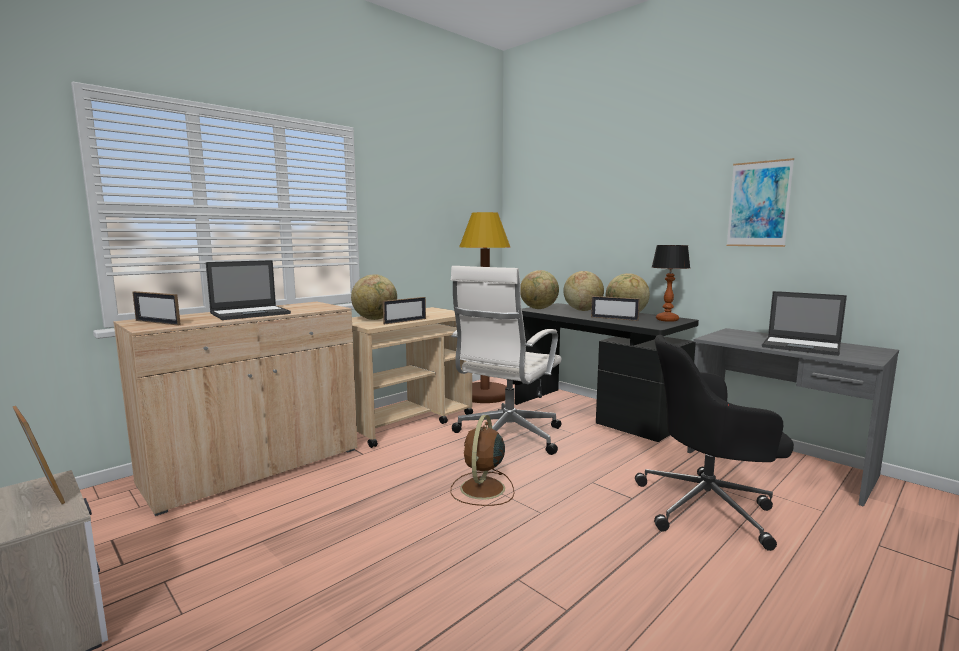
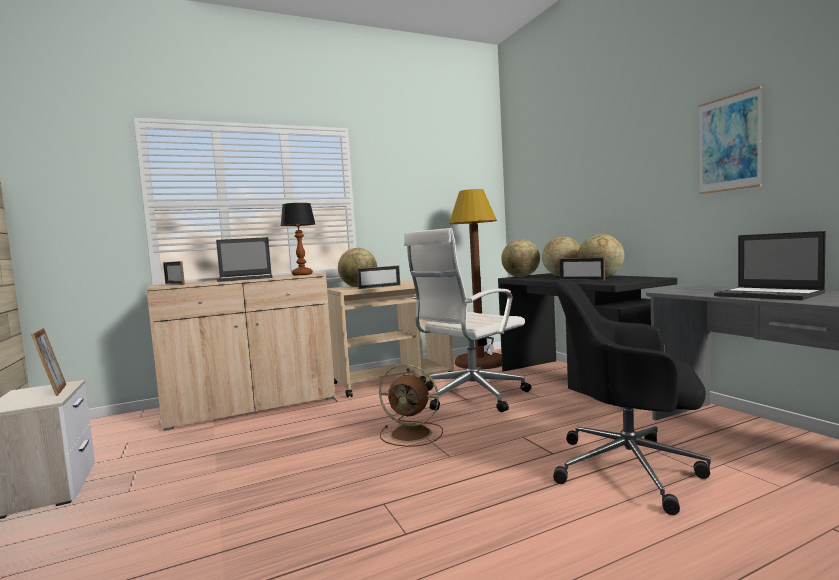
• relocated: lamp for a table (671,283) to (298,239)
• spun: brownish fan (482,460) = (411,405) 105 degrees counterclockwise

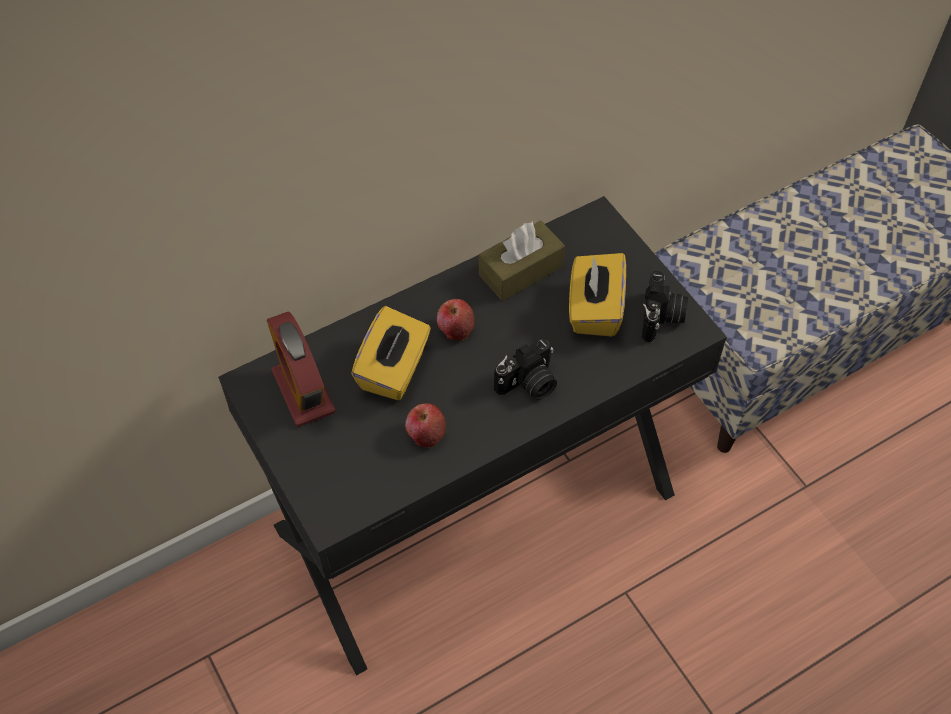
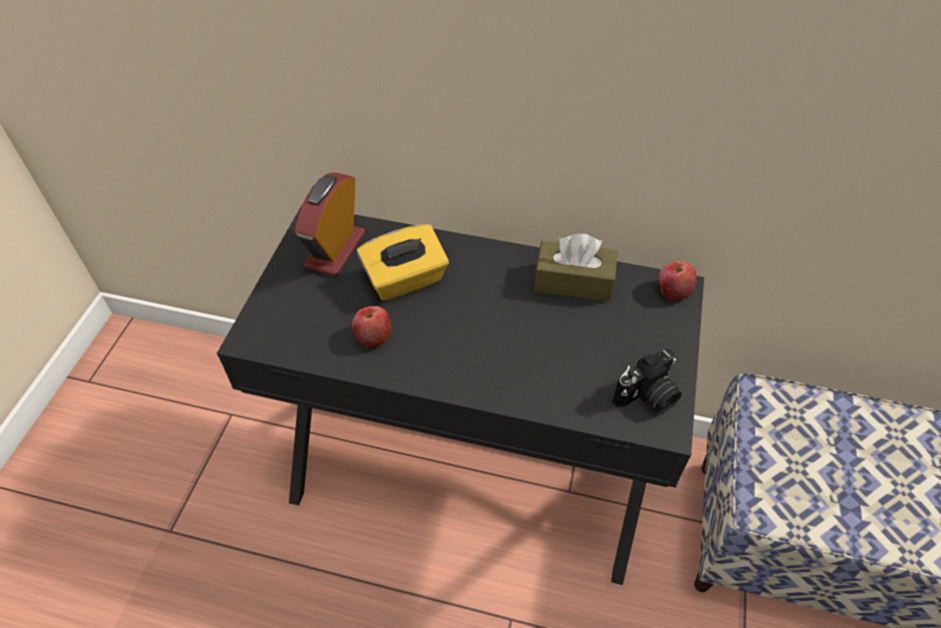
• relocated: whole apple (456,319) to (678,281)
• missing: photo camera (525,369)
• missing: yellowish tissue holder (597,295)

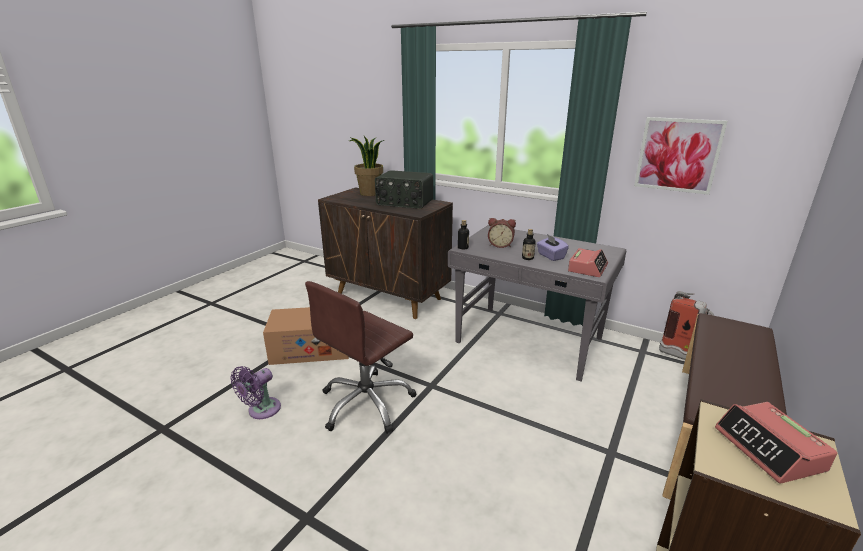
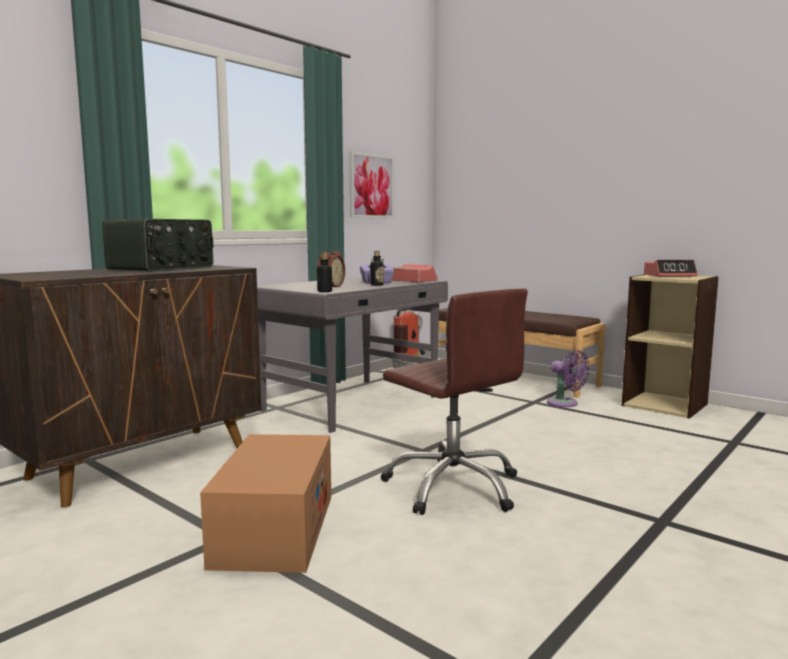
• relocated: purplish fan (256,392) to (568,378)
• missing: houseplant (367,166)

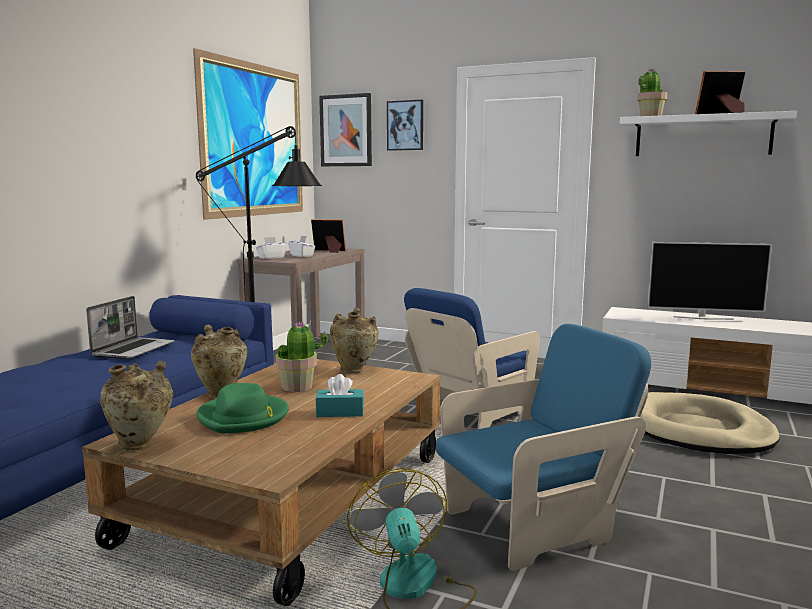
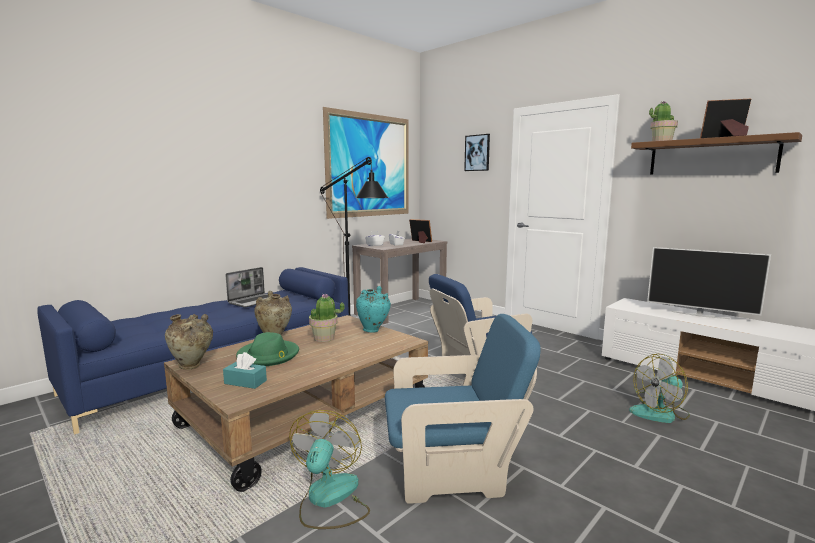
• relocated: turquoise-coloured tissue holder (339,395) to (245,370)
• colour: beige-coloured decorative vase (354,340) to turquoise-coloured decorative vase (373,309)
• exchanged: beige-coloured dog bed (710,423) to fan (659,388)
• colour: white shelf (708,133) to brownish shelf (716,153)
• missing: picture (345,129)

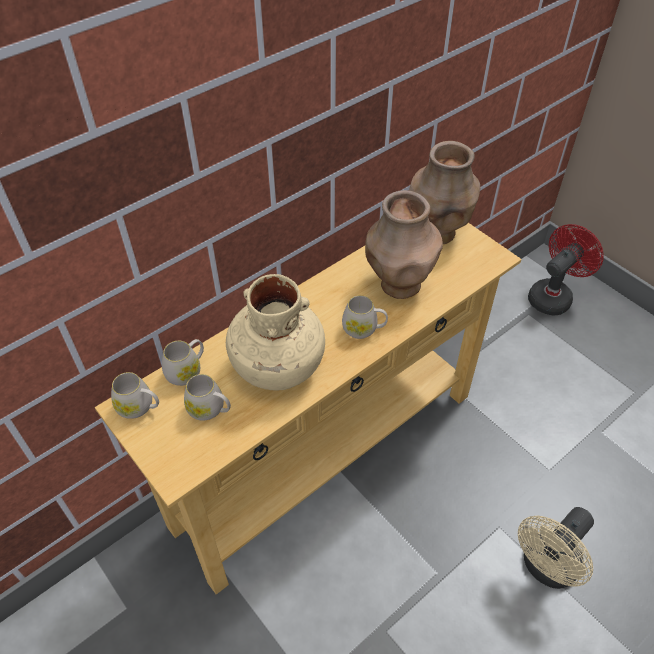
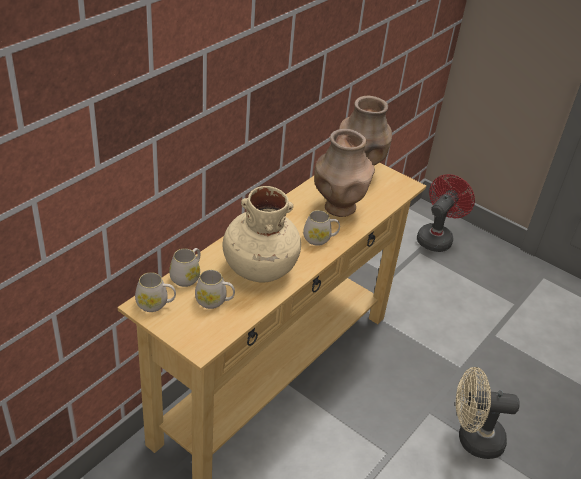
• spun: beige-coloured fan (556,548) = (488,413) 60 degrees clockwise

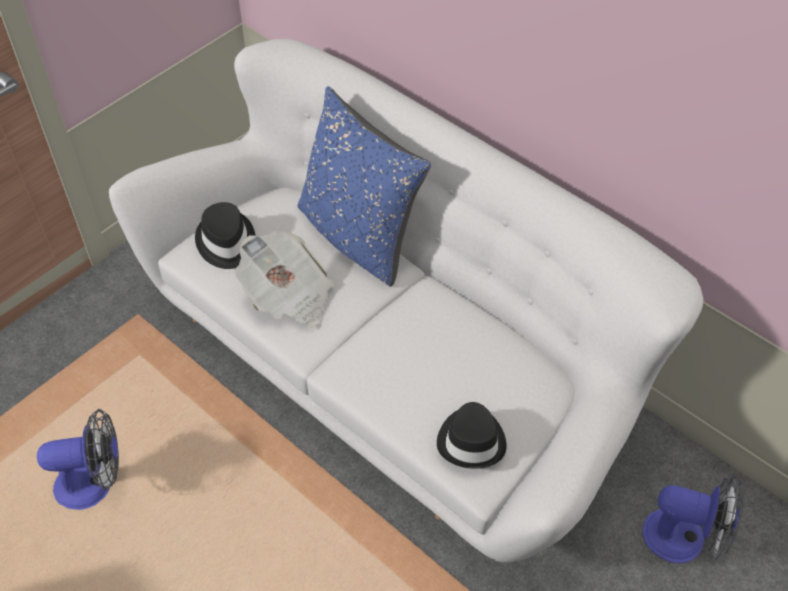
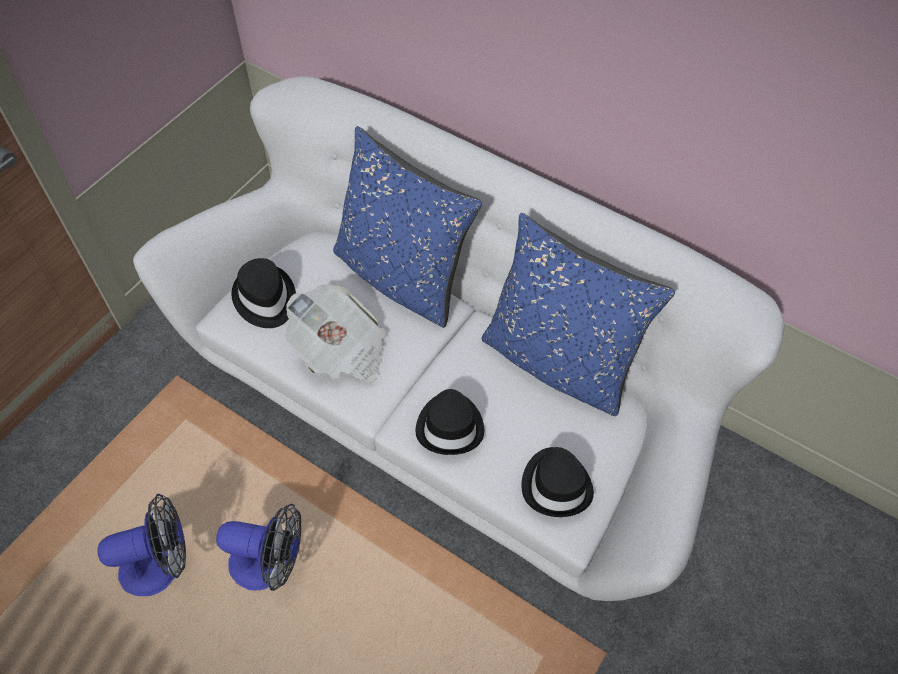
• relocated: fan (693,519) to (258,547)
• appeared: blackish wearable hat (450,422)
• appeared: bluish cushion (578,314)

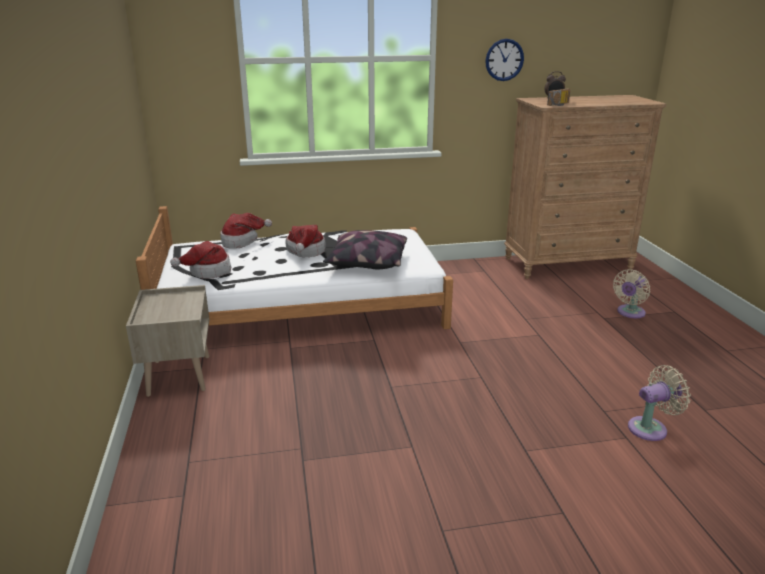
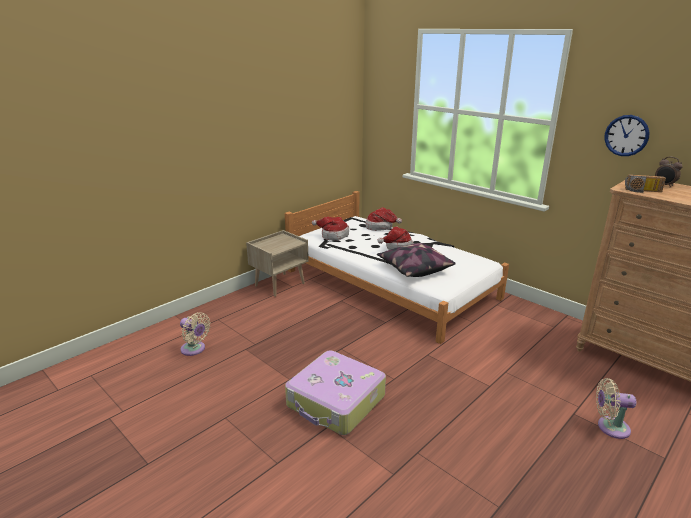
• relocated: beige-coloured fan (659,403) to (195,334)
• appeared: suitcase (335,393)

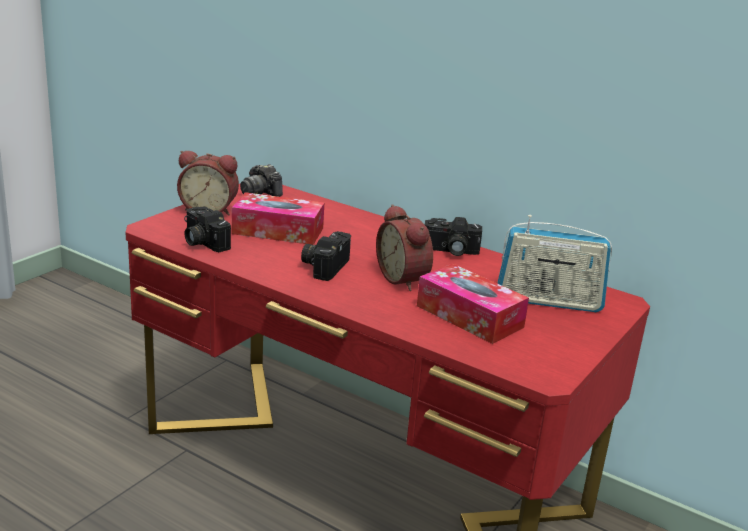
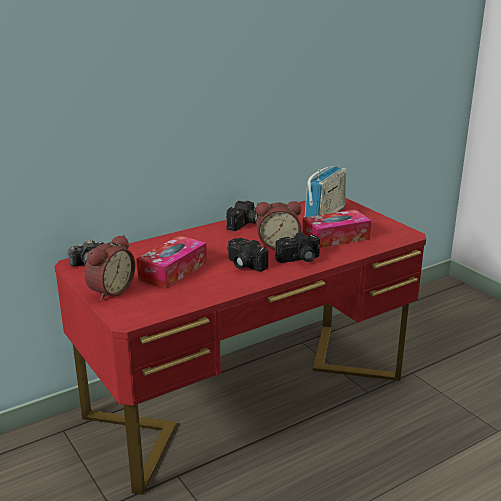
• relocated: photo camera (207,229) to (297,247)

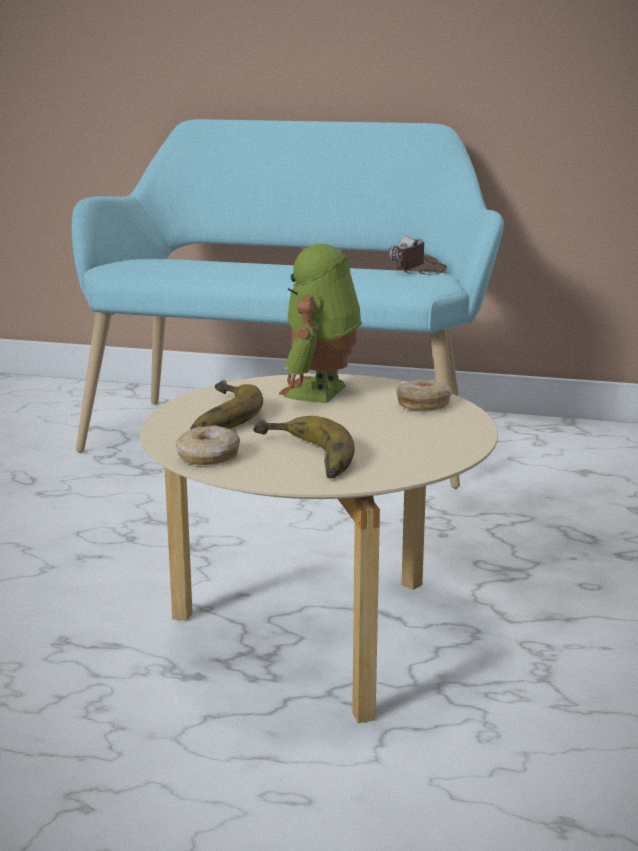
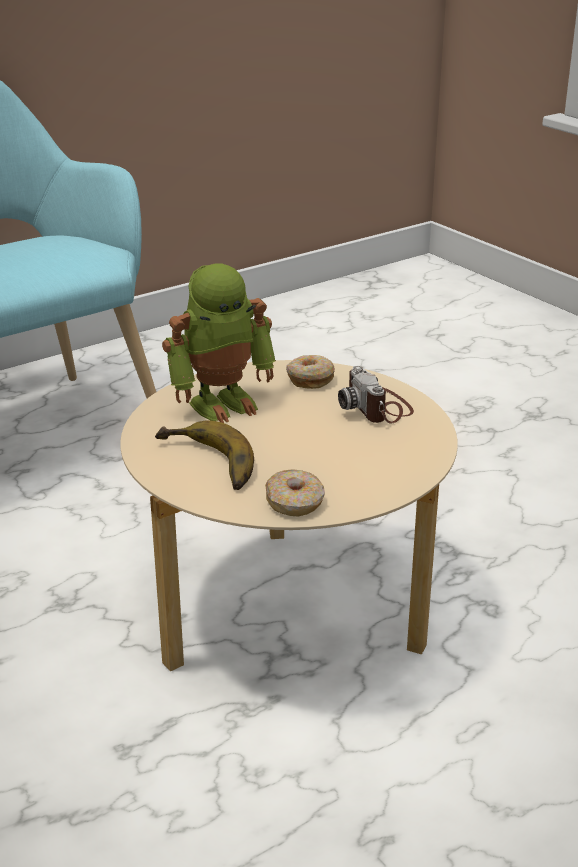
• spun: robot figure (320,323) = (219,343) 90 degrees counterclockwise
• relocated: photo camera (417,255) to (376,395)
• missing: banana (304,447)

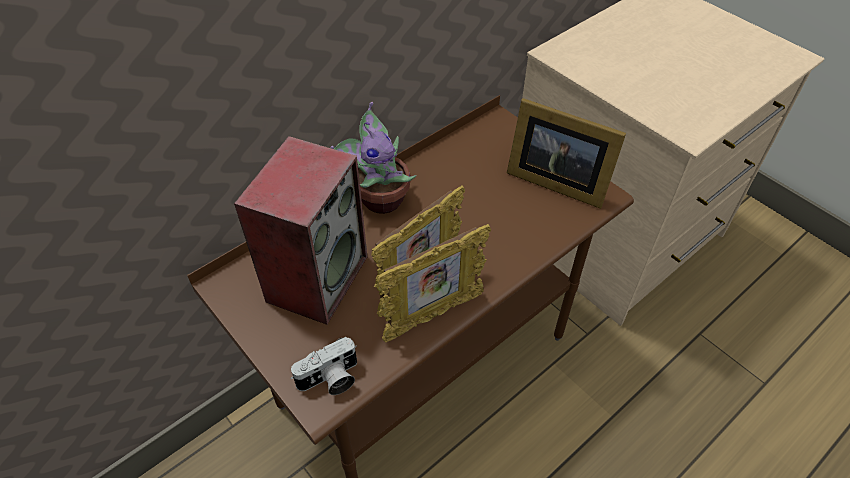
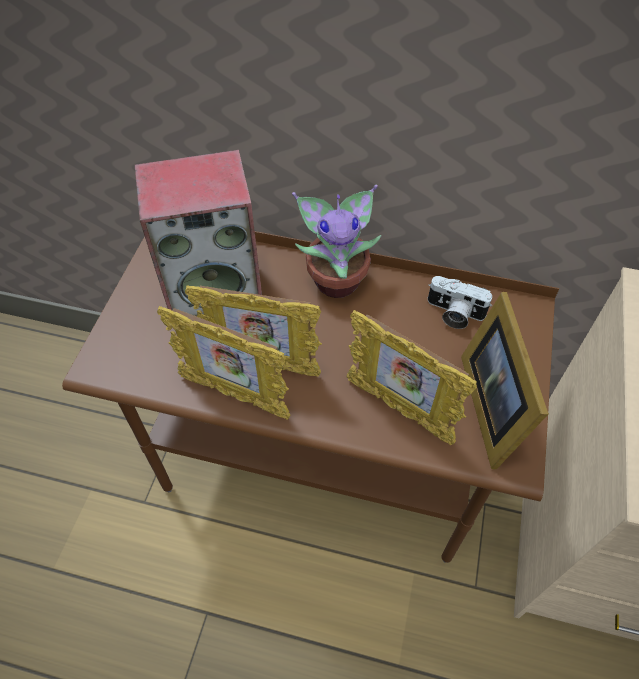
• appeared: photo frame (411,377)
• relocated: photo camera (324,366) to (459,302)

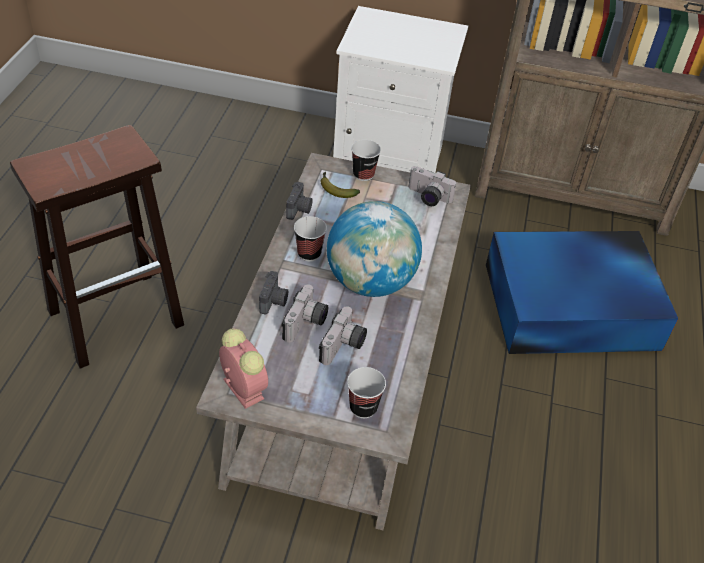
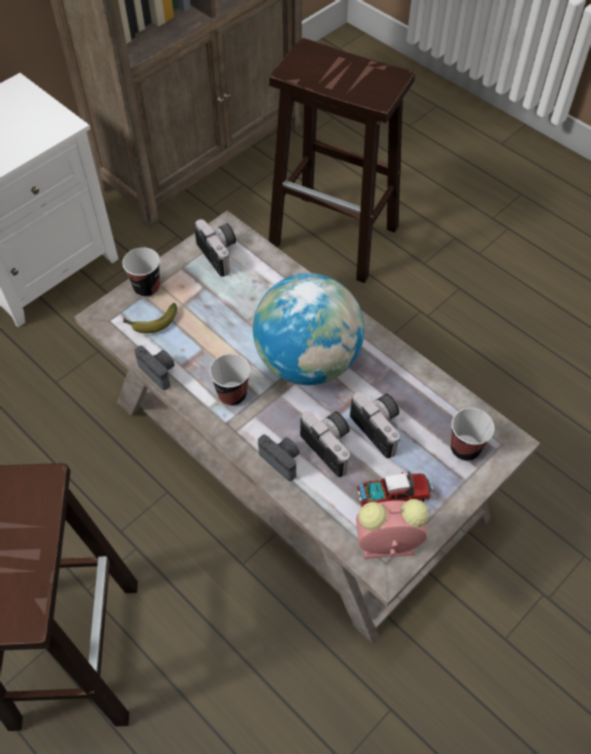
• spun: photo camera (432,186) = (215,248) 90 degrees counterclockwise
• exchanged: bluish storage bin (582,292) to brownish stool (342,160)
• appeared: toy lorry (395,489)

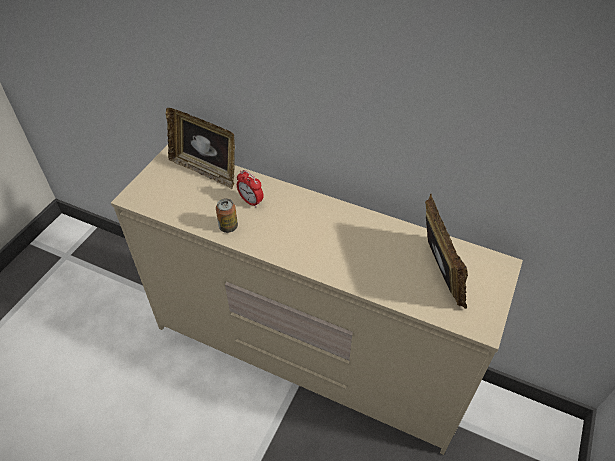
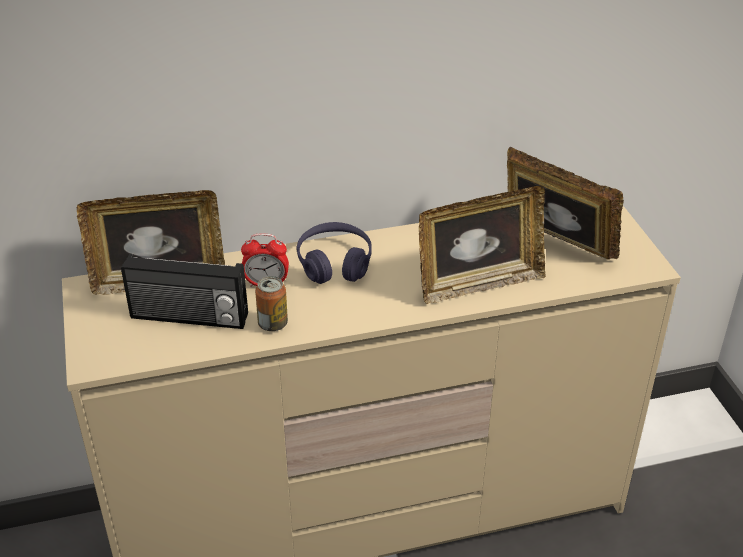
• appeared: radio set (184,291)
• appeared: purplish headset (334,253)
• appeared: photo frame (482,245)

